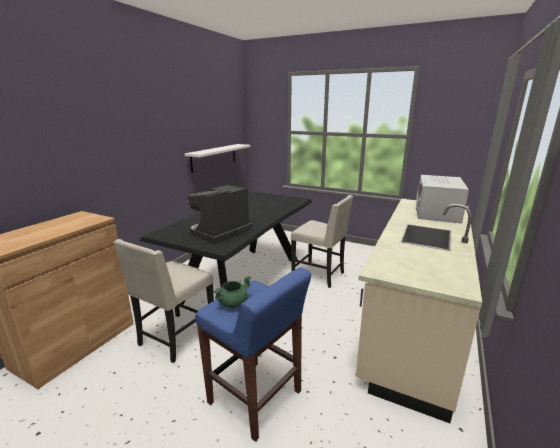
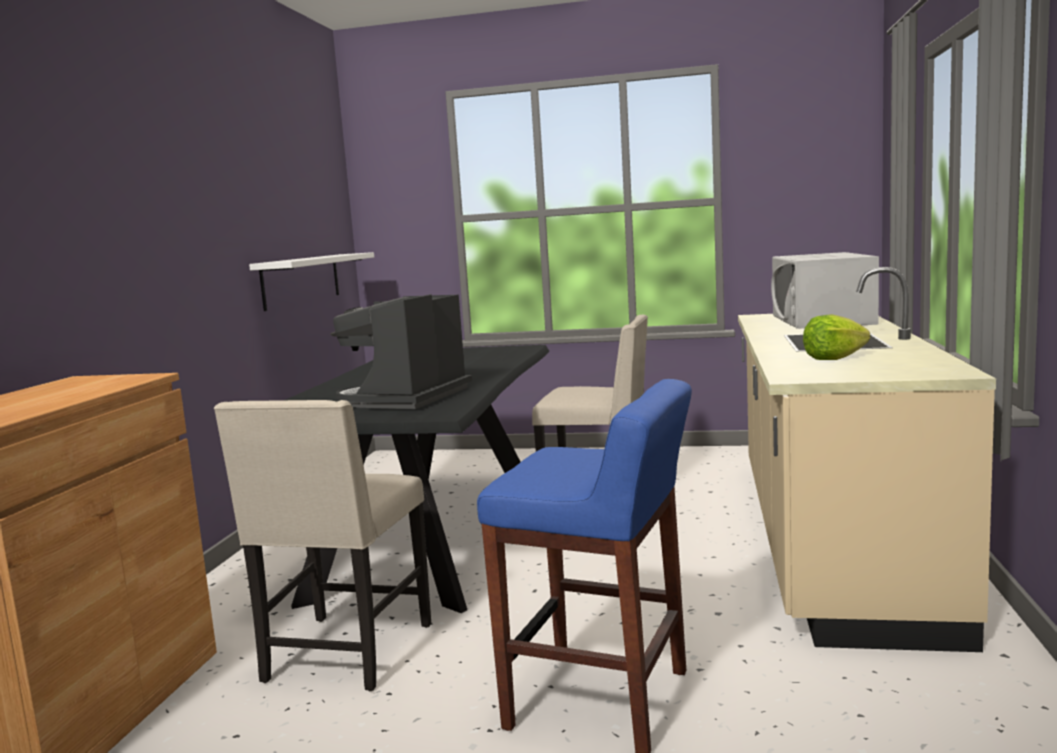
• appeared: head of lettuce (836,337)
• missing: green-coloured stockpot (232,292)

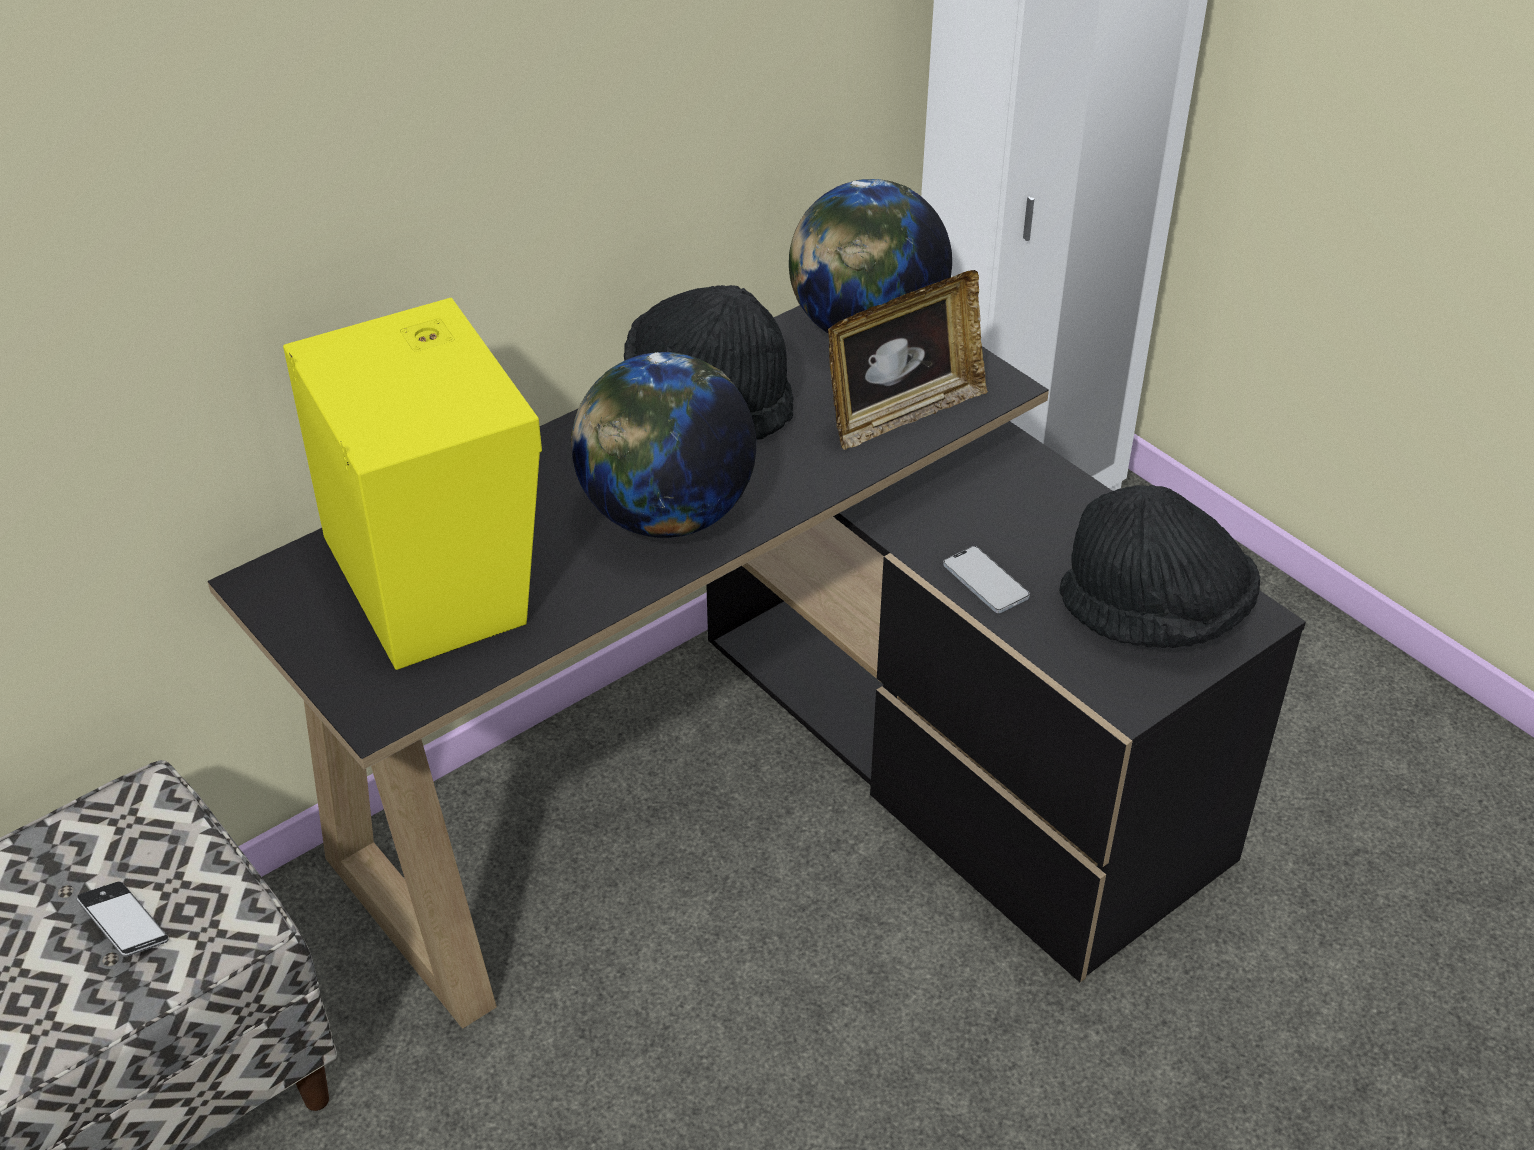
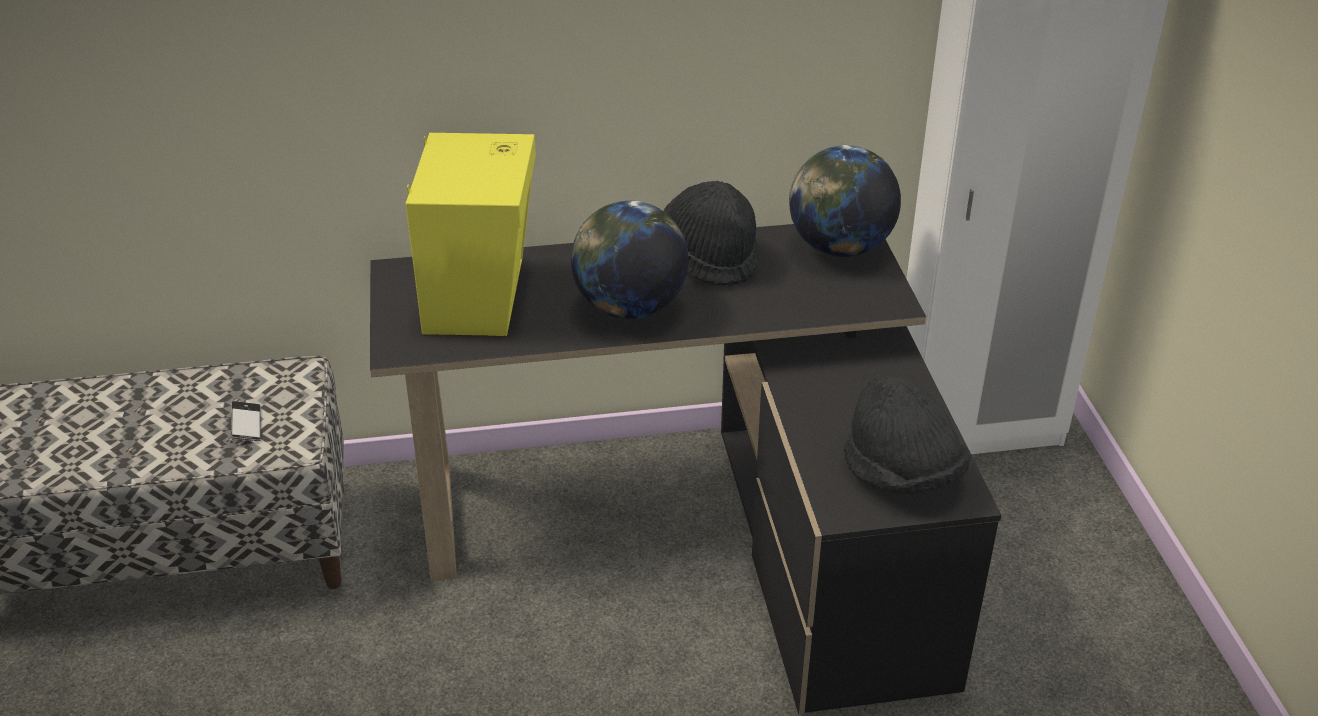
• missing: photo frame (908,360)
• missing: telephone (986,579)

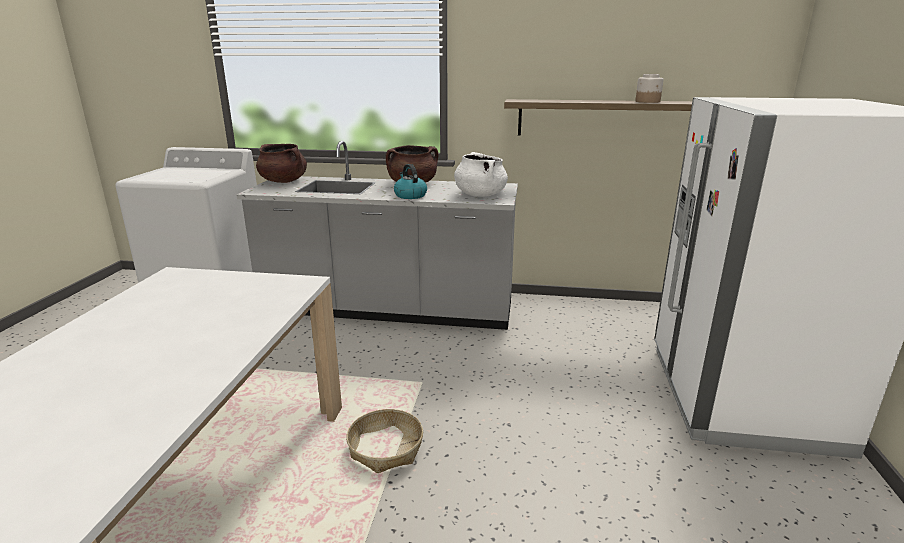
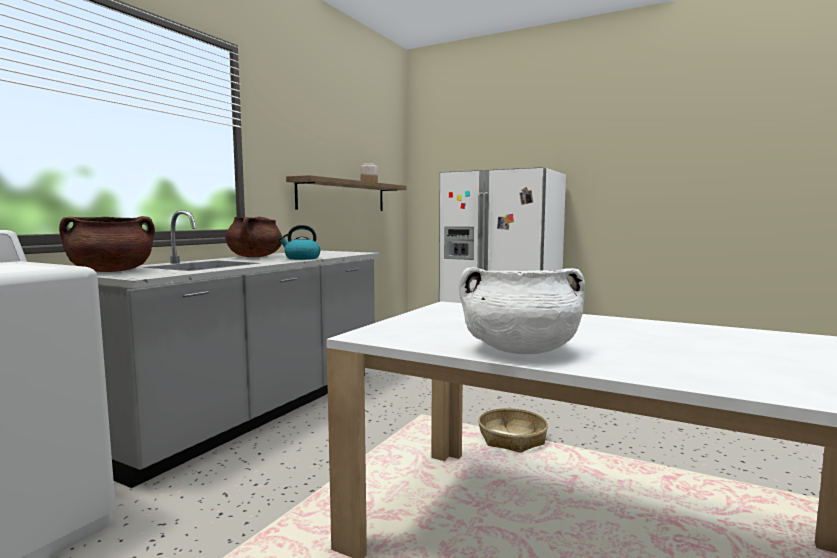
• relocated: white stockpot (481,174) to (522,310)

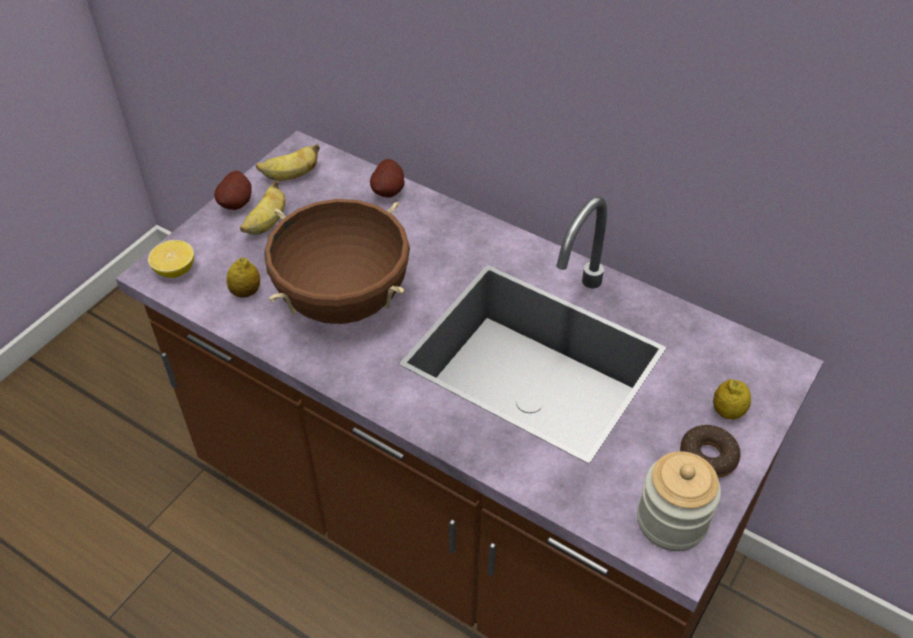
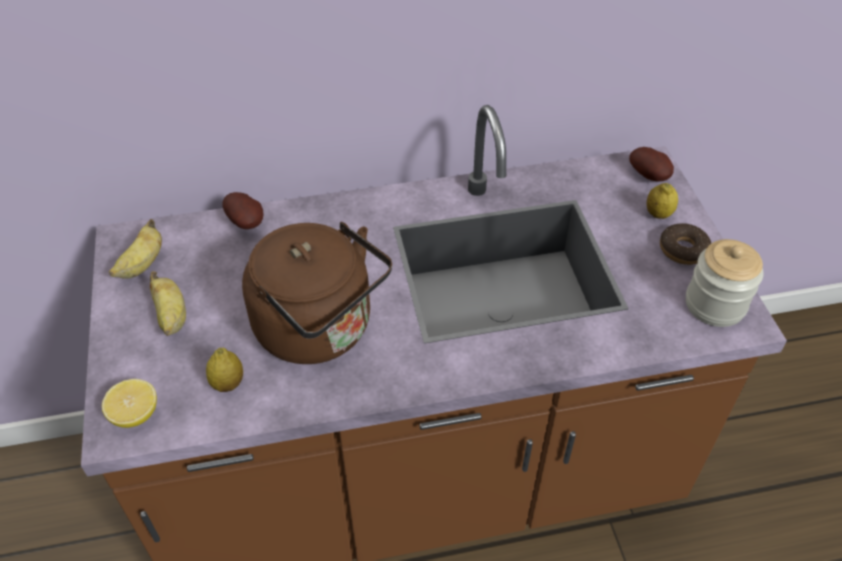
• exchanged: brownish stockpot (337,261) to brownish water kettle (317,293)
• relocated: spud (233,190) to (651,164)

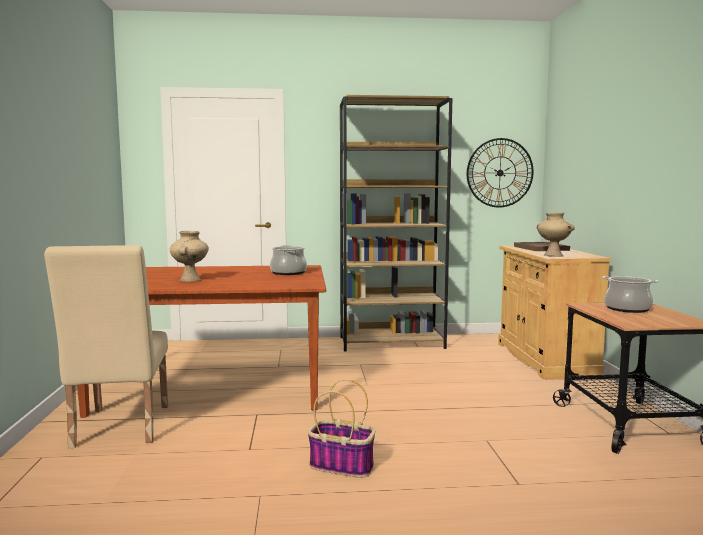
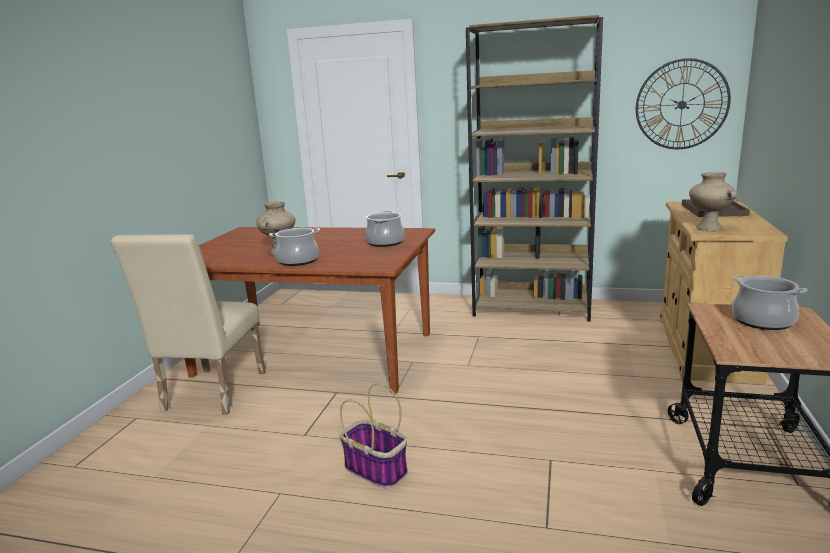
• appeared: stockpot (294,247)

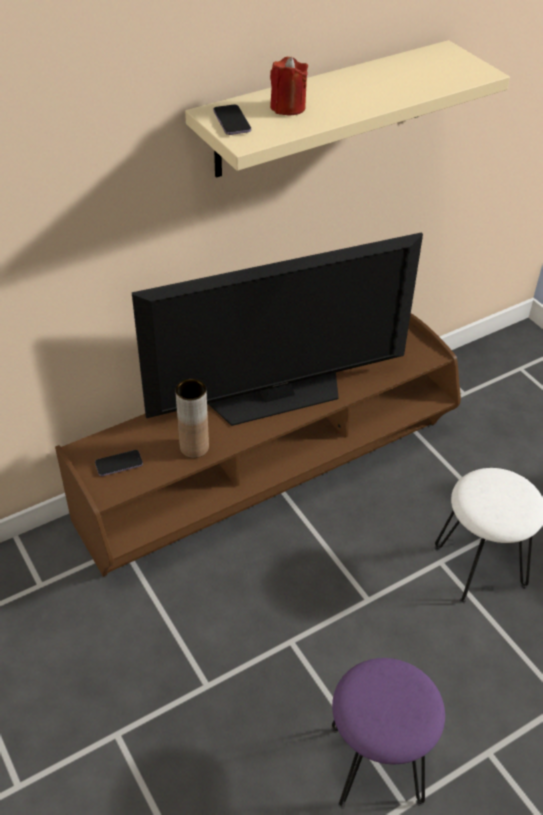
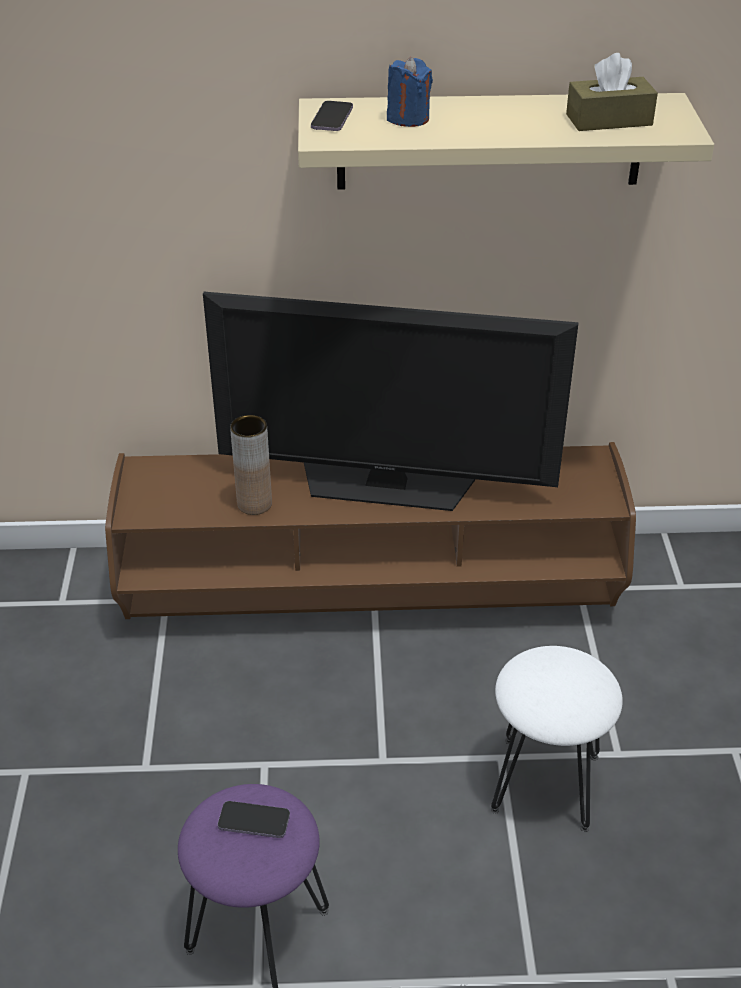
• relocated: telephone (119,463) to (254,819)
• colour: red-coloured wax candle (289,86) to bluish wax candle (410,92)
• appeared: brownish tissue holder (612,92)

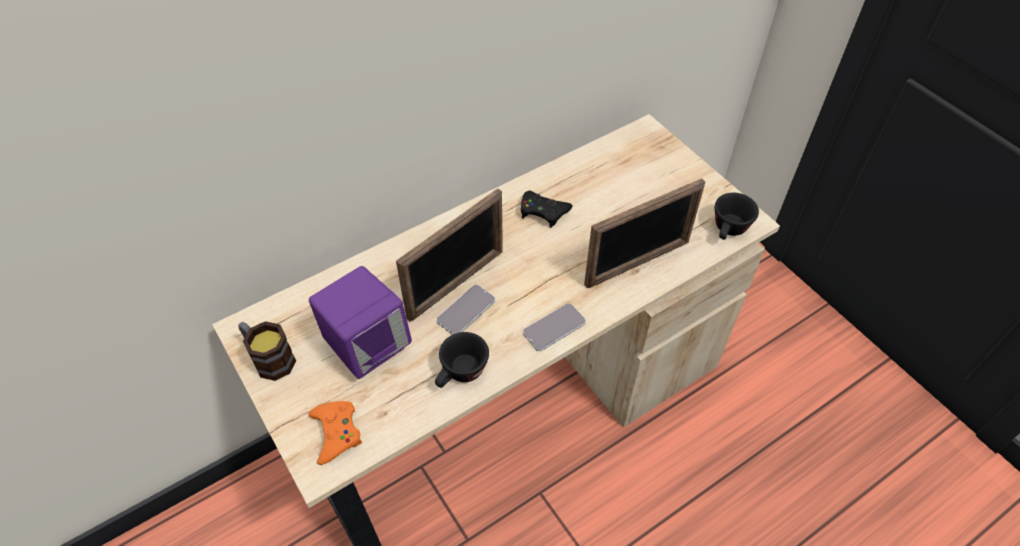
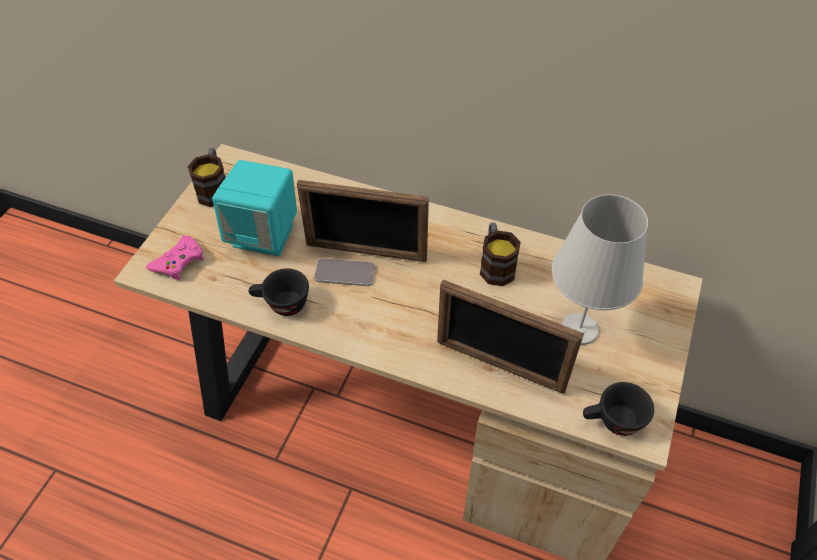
• colour: orange-coloured game controller (335,433) to pink game controller (175,258)
• colour: purplish audio speaker (360,322) to turquoise-coloured audio speaker (254,208)
• exchanged: blackish game controller (547,209) to coffee mug (500,254)
• appeared: white lamp for a table (600,269)
• missing: telephone (554,327)

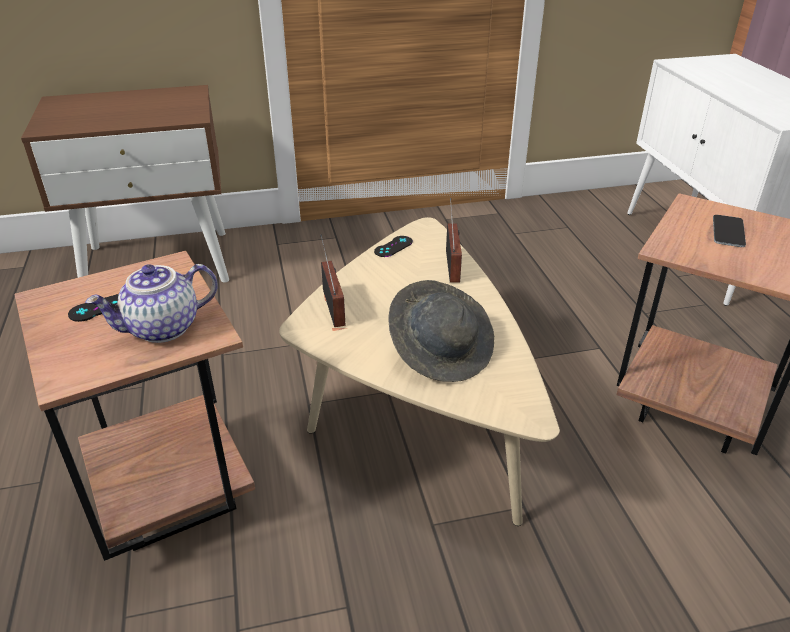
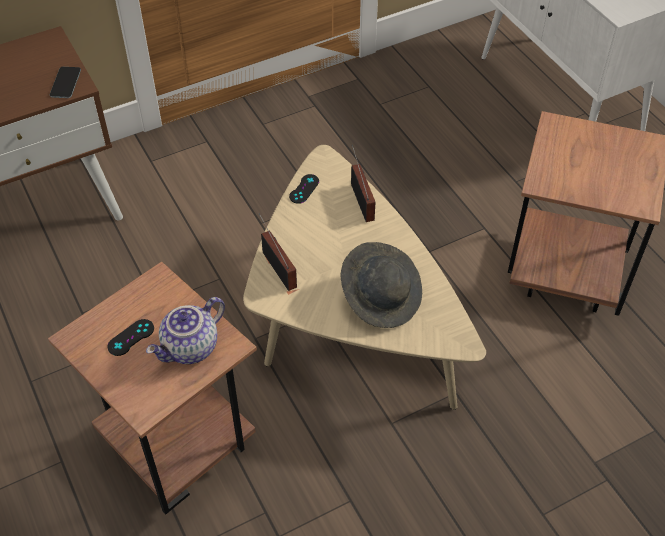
• relocated: telephone (729,231) to (65,82)

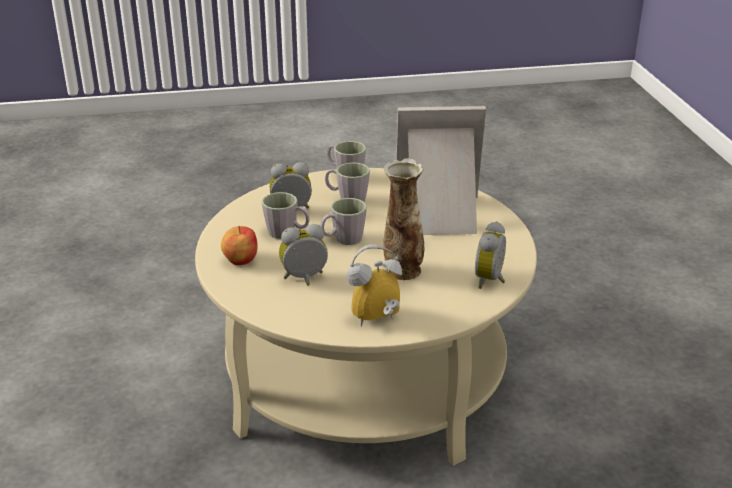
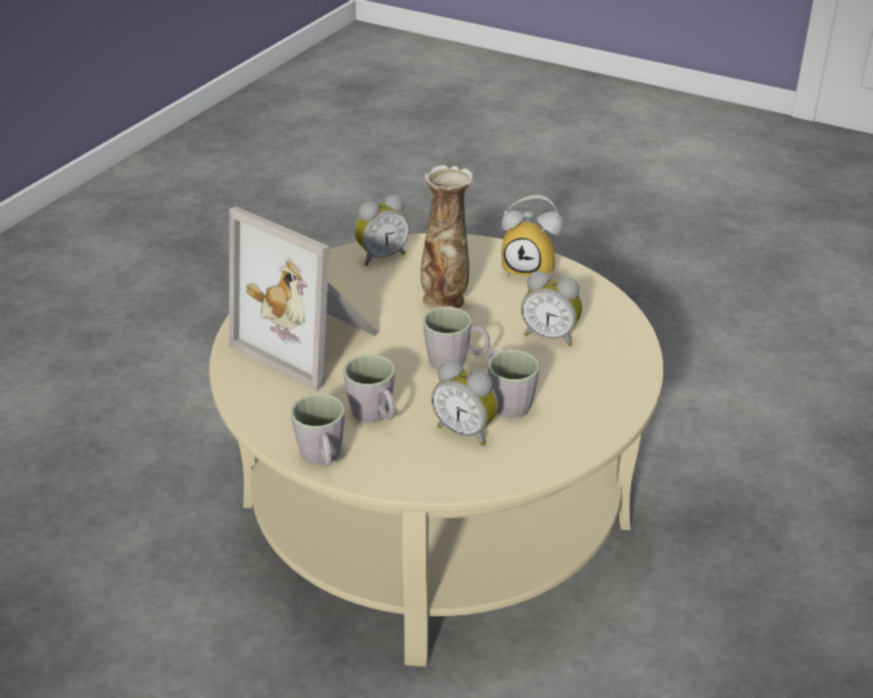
• missing: whole apple (239,245)

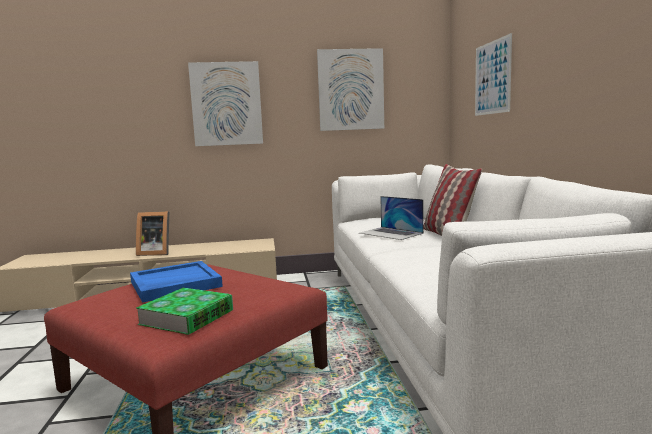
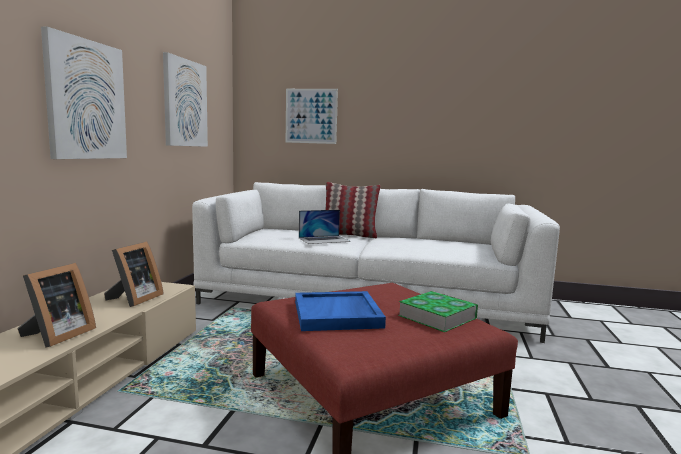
• appeared: photo frame (134,274)

